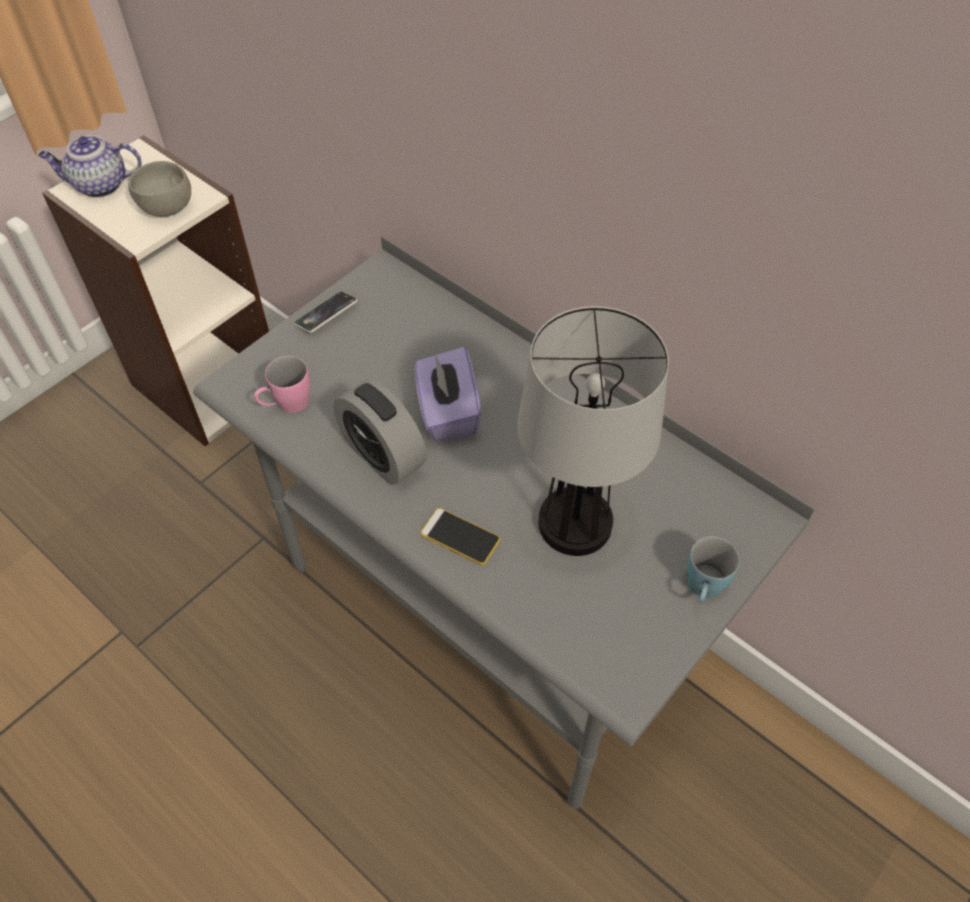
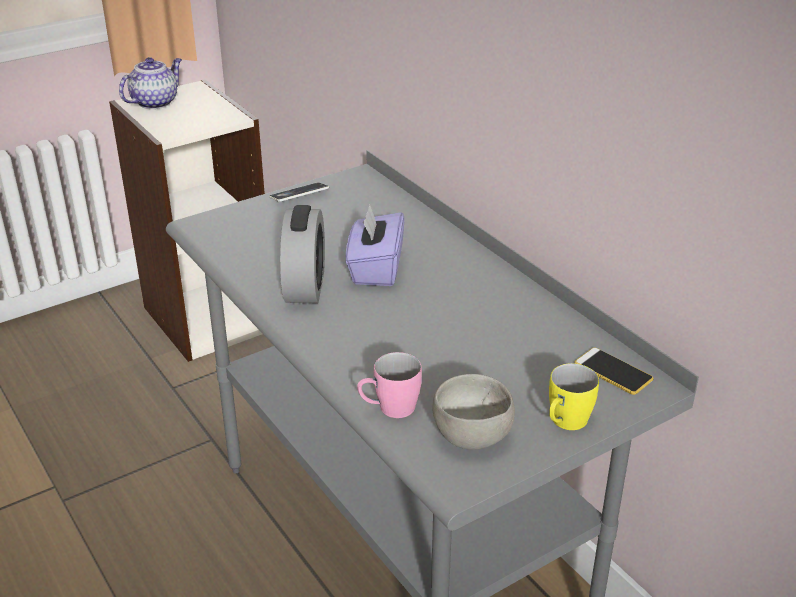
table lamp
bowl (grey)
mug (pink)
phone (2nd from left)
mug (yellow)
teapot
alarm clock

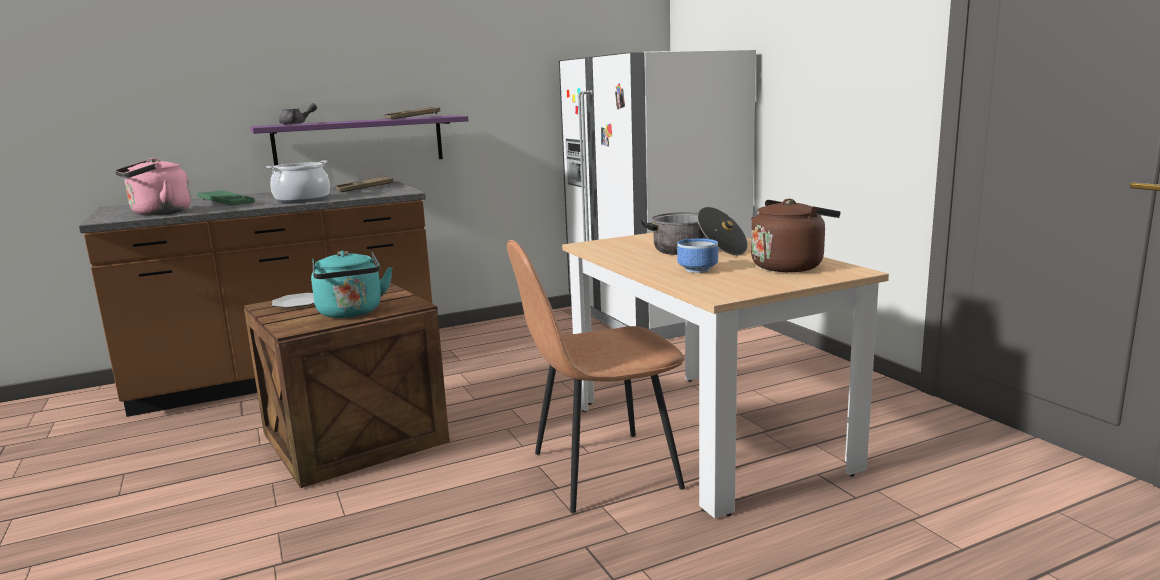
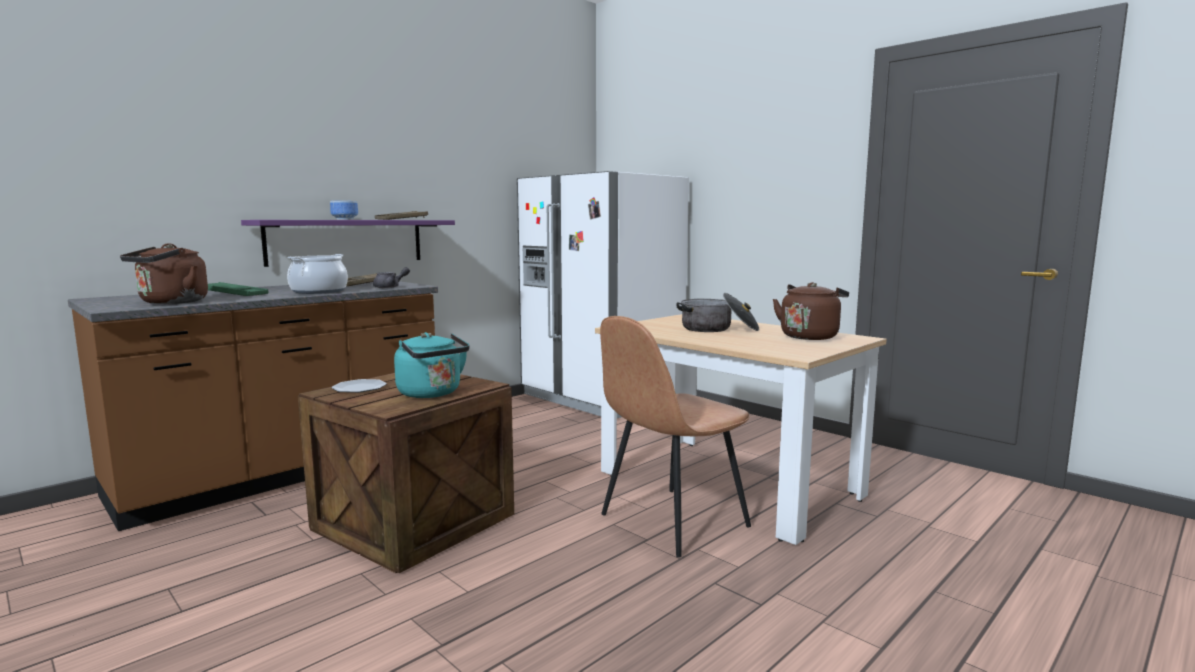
teapot (grey)
bowl
kettle (brown) (1st from left)

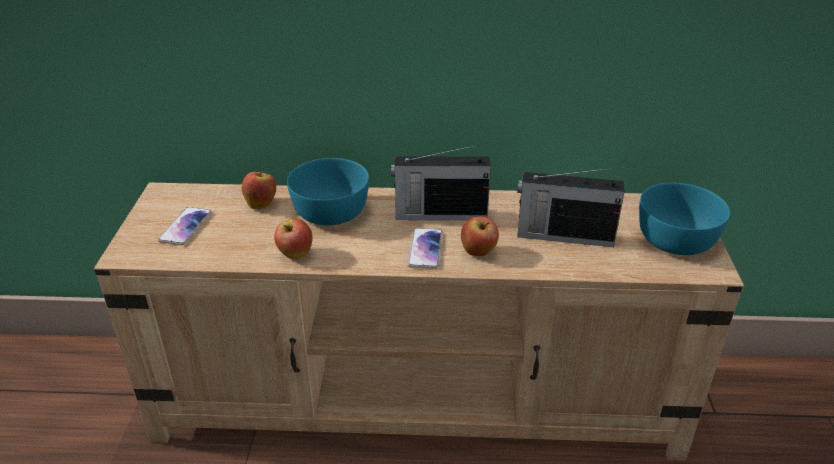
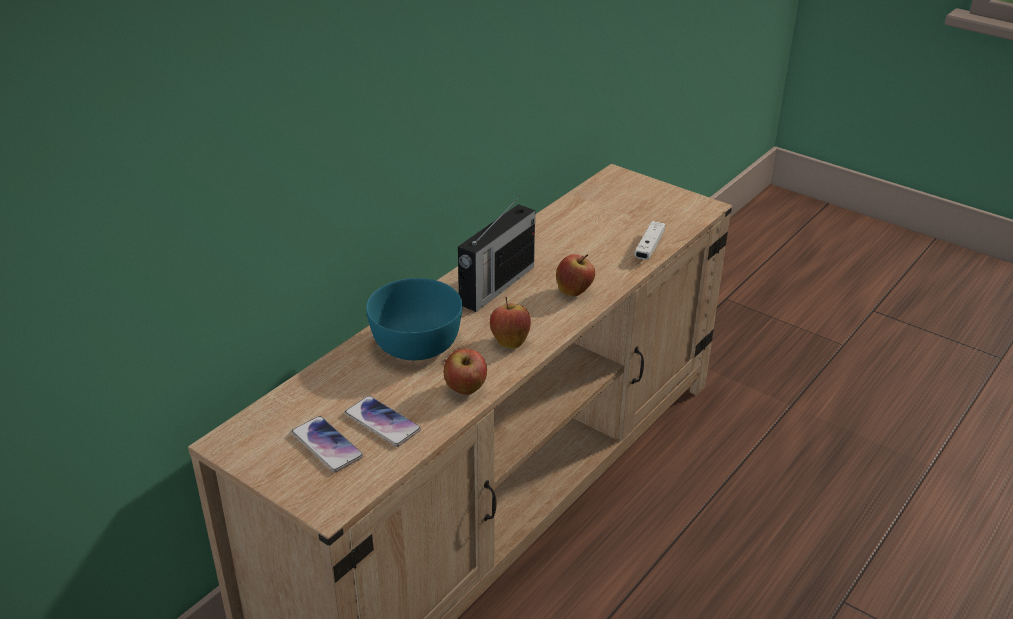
radio (2nd from left in the first image)
bowl (turquoise) (2nd from left in the first image)
game controller (white)
apple (2nd from left)
phone (2nd from left)

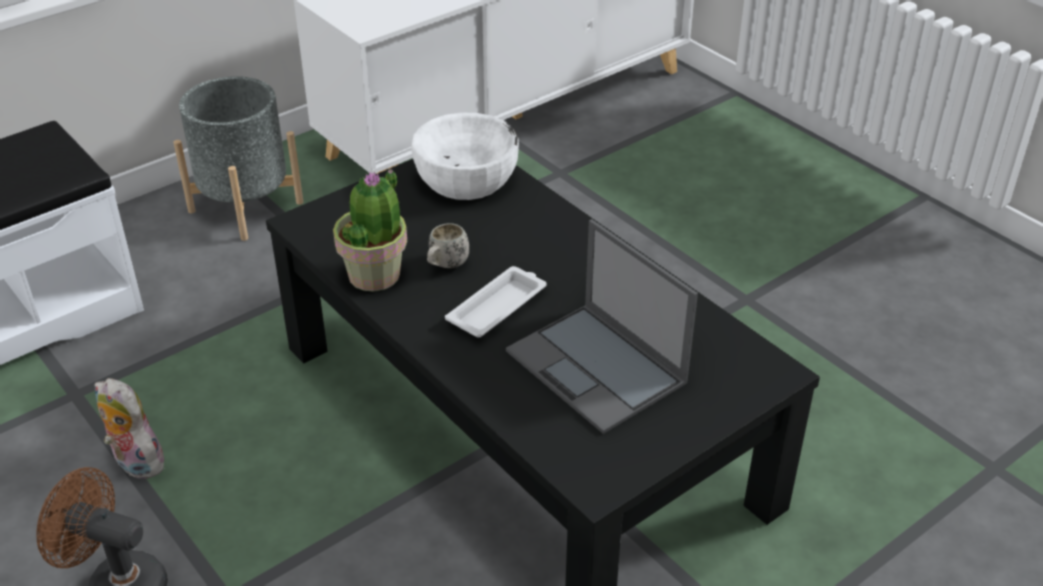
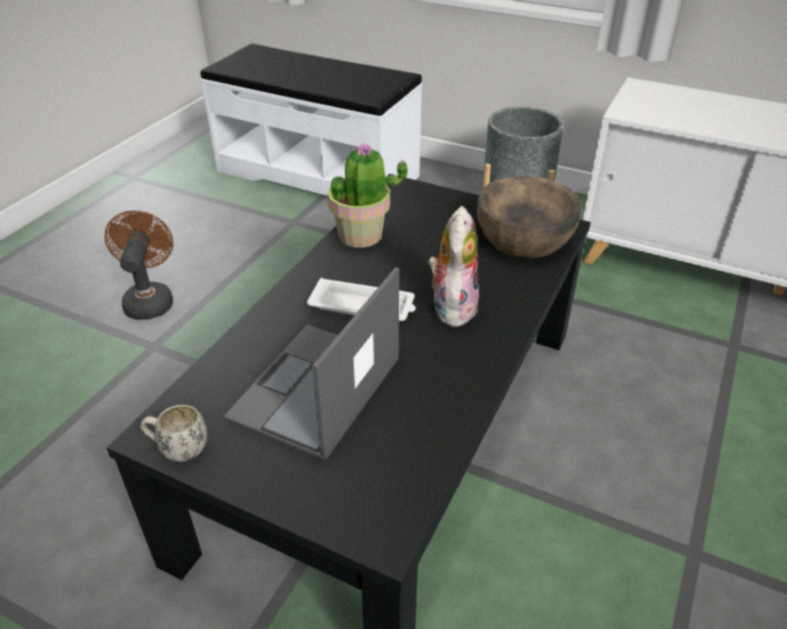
plush toy
mug (white)
bowl (brown)

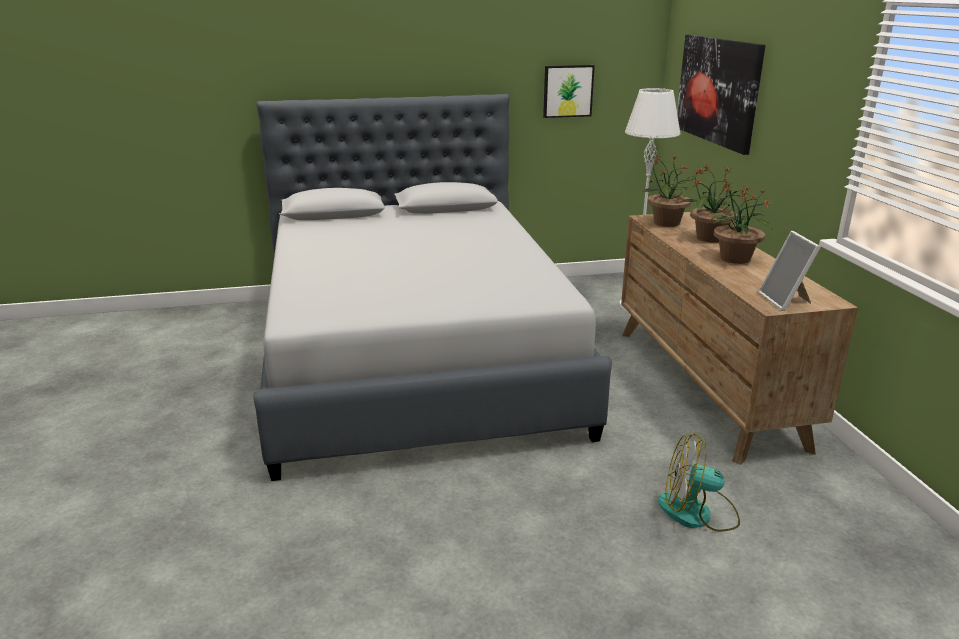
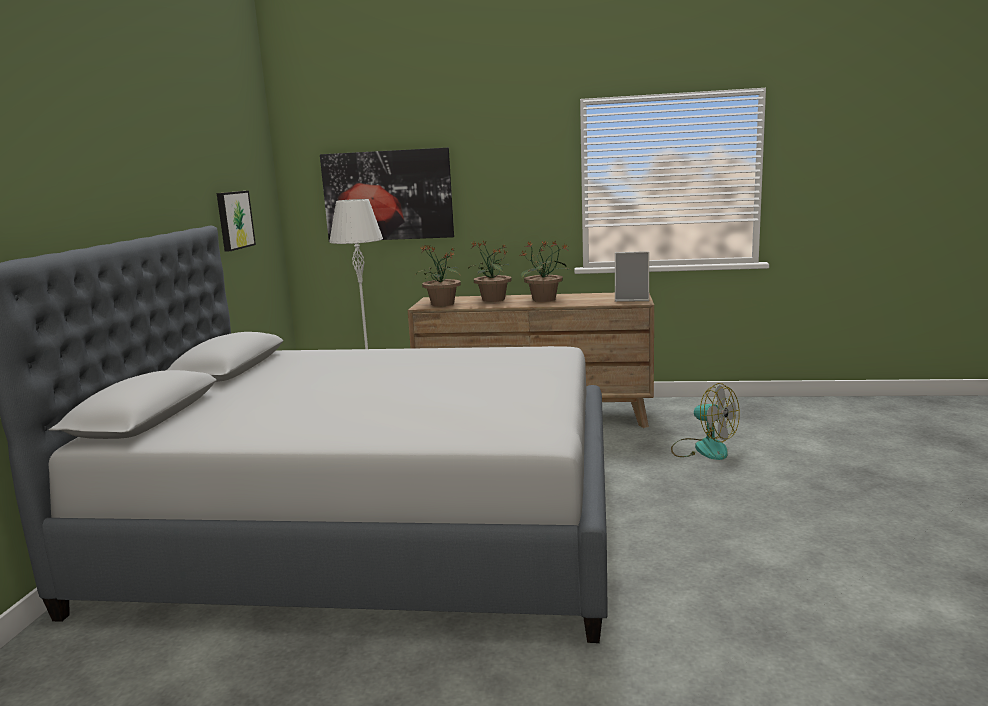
fan

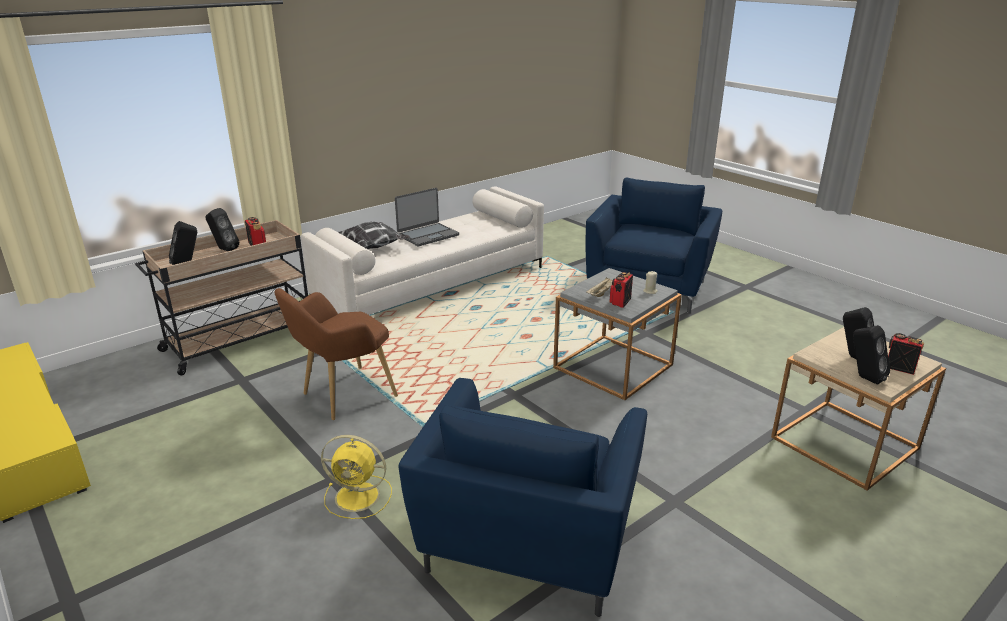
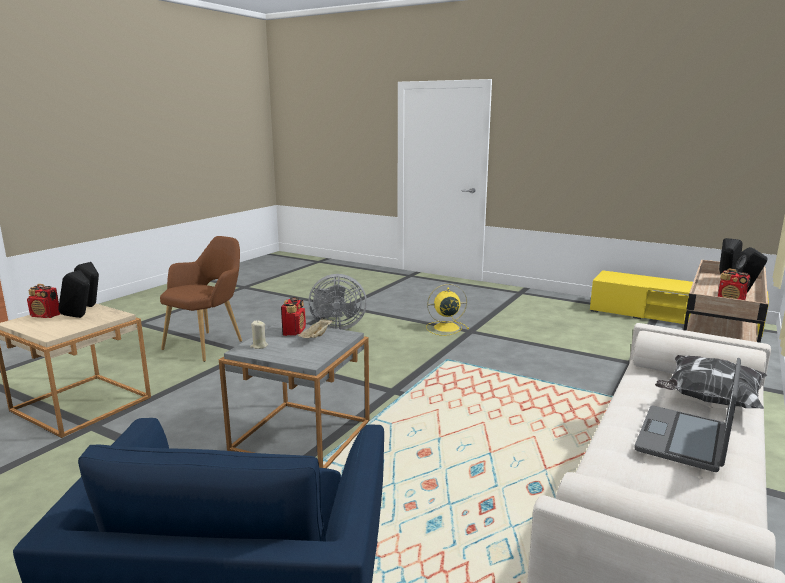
armchair (brown)
fan (grey)

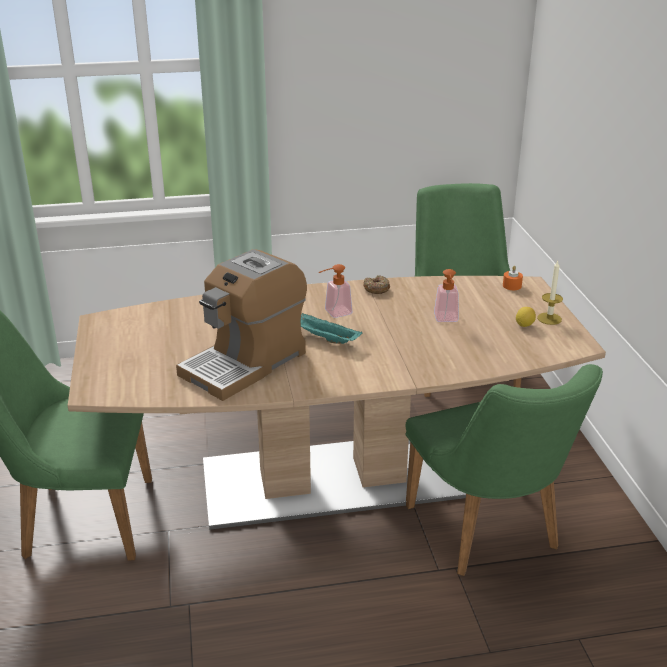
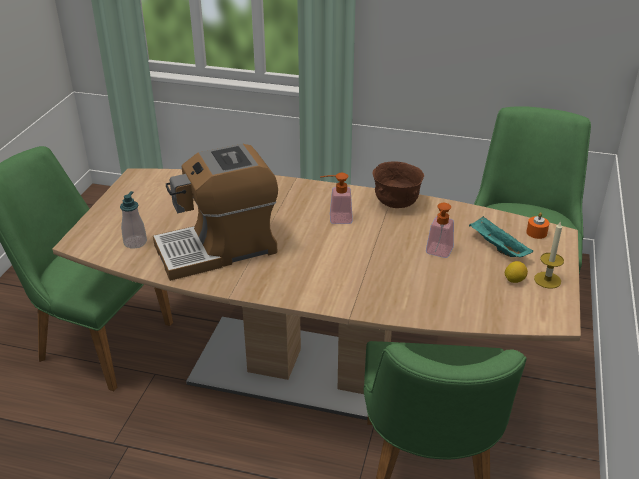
soap dispenser (1st from left)
tray (turquoise)
bowl (brown)

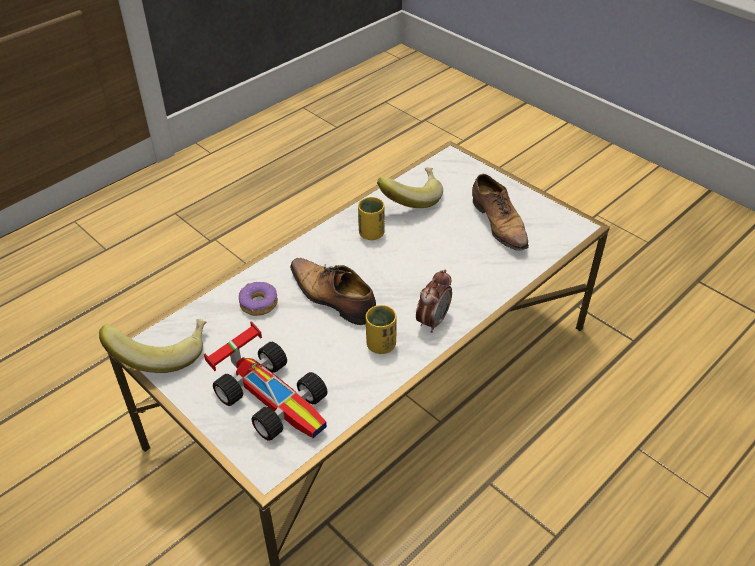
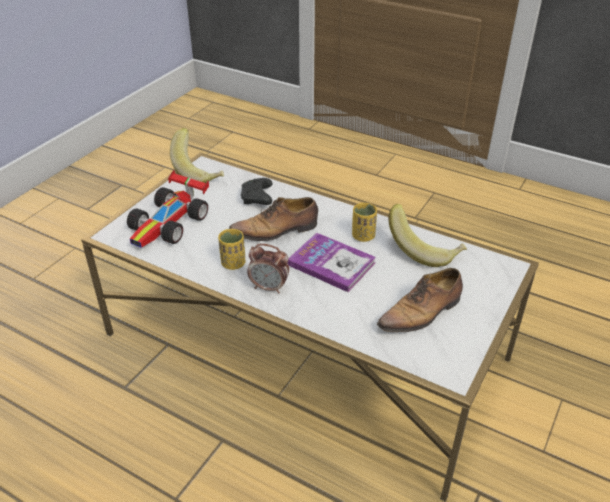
book
game controller (black)
shoe (1st from left)

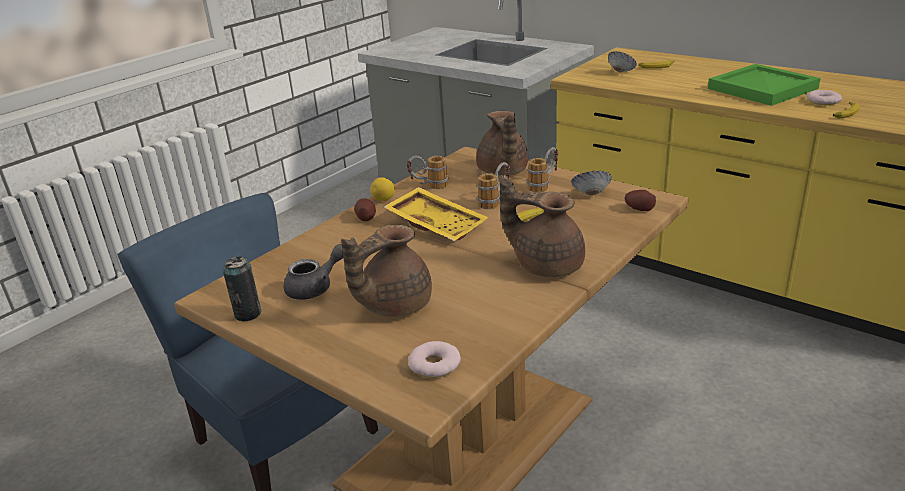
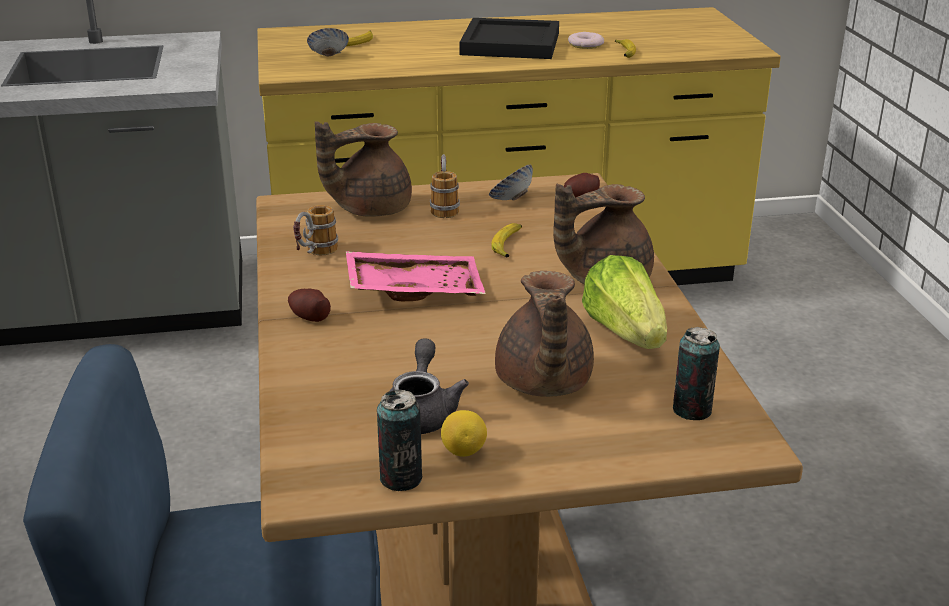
mug (2nd from left in the first image)
lettuce
lemon
can (2nd from left)
tray (pink)
tray (black)
teapot (brown) (1st from left)

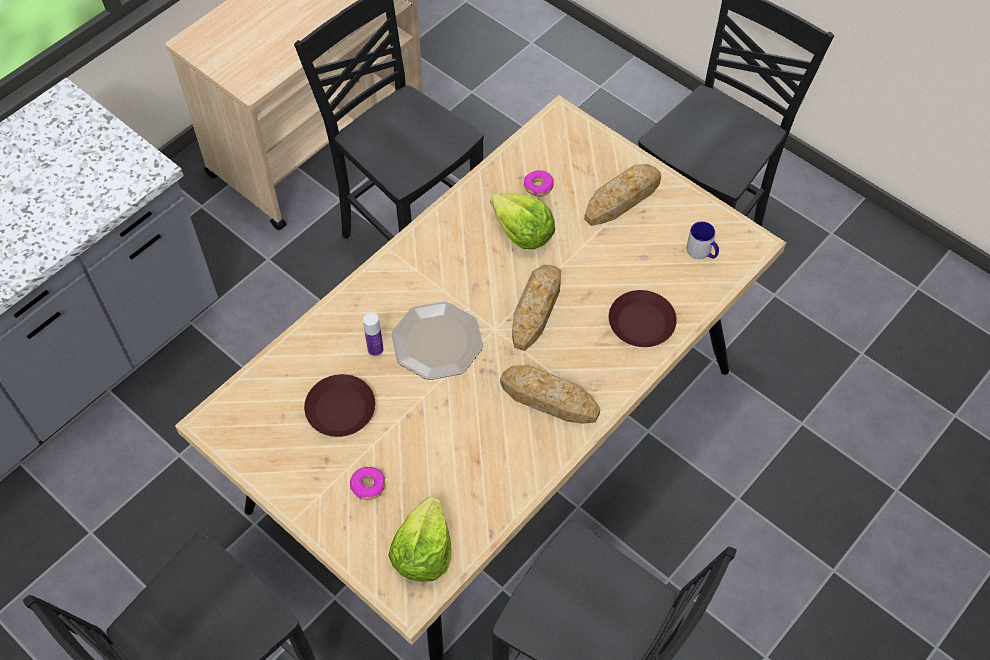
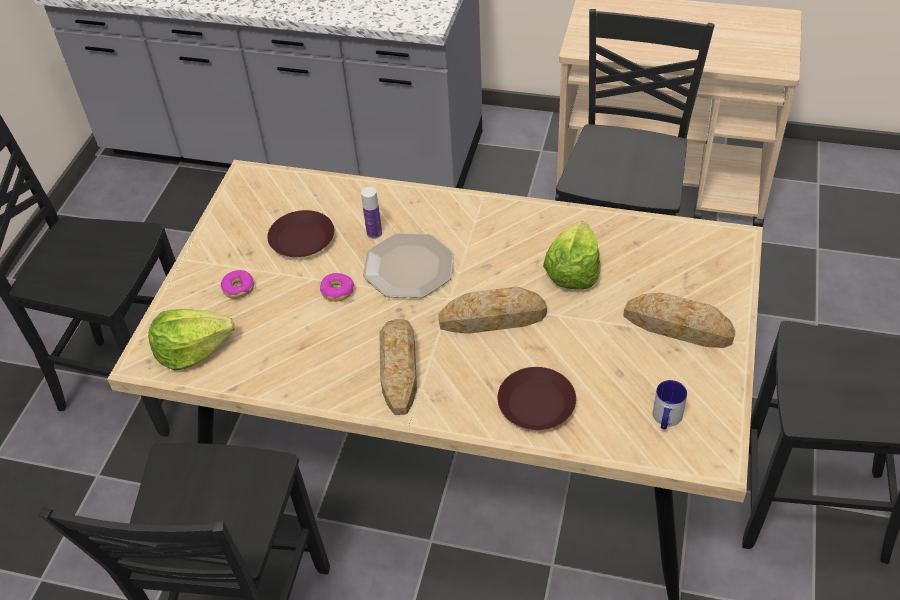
donut (2nd from left)

